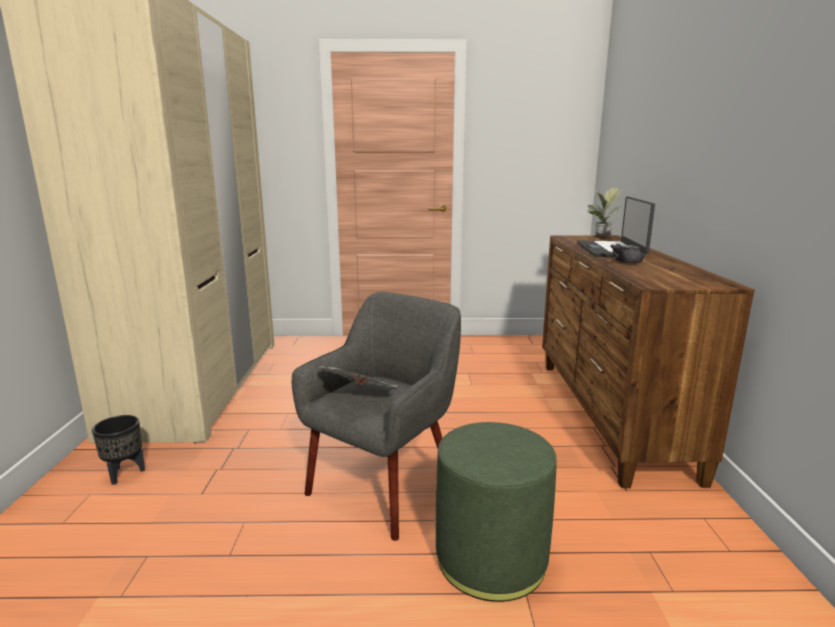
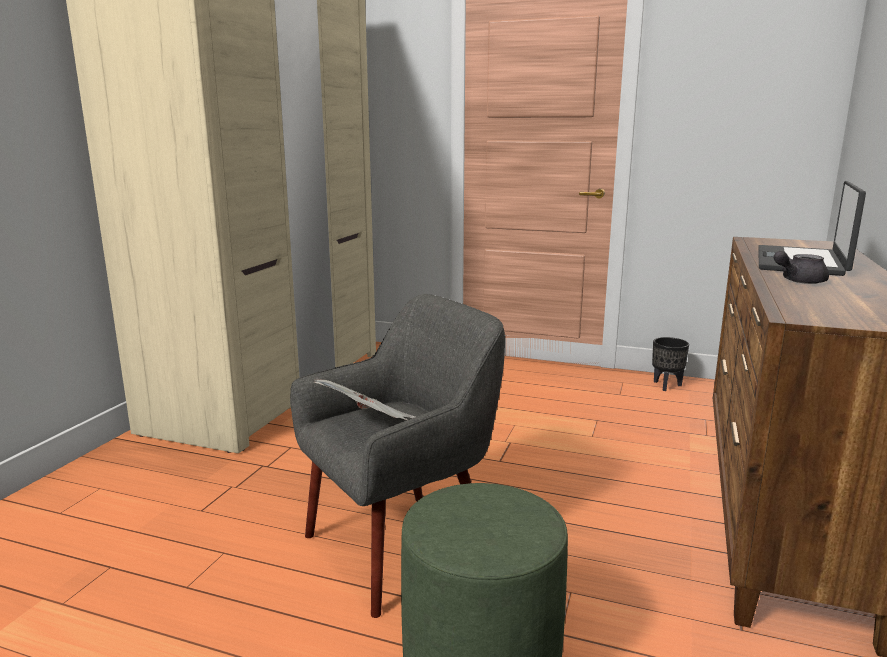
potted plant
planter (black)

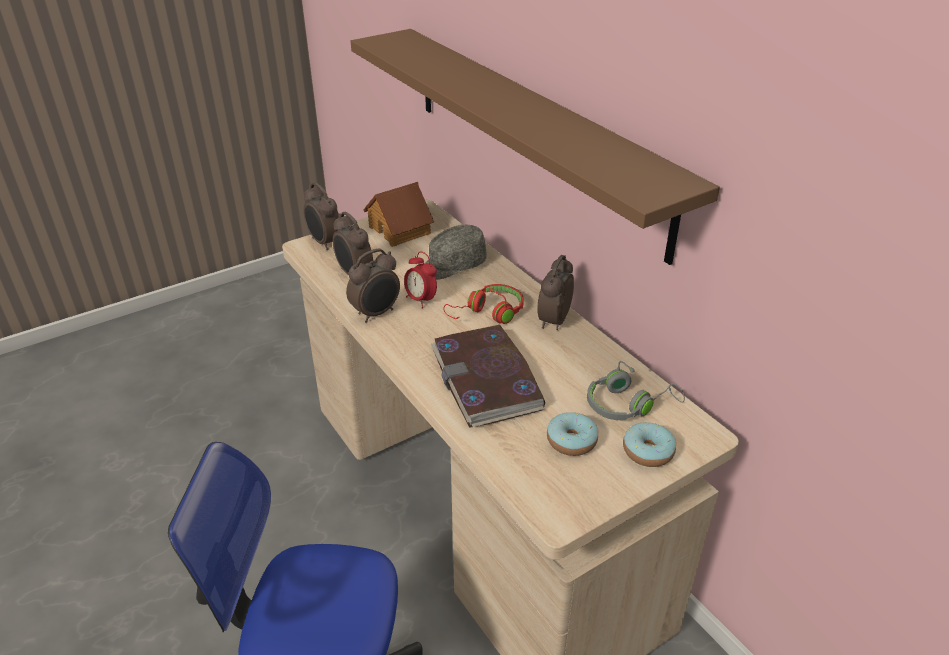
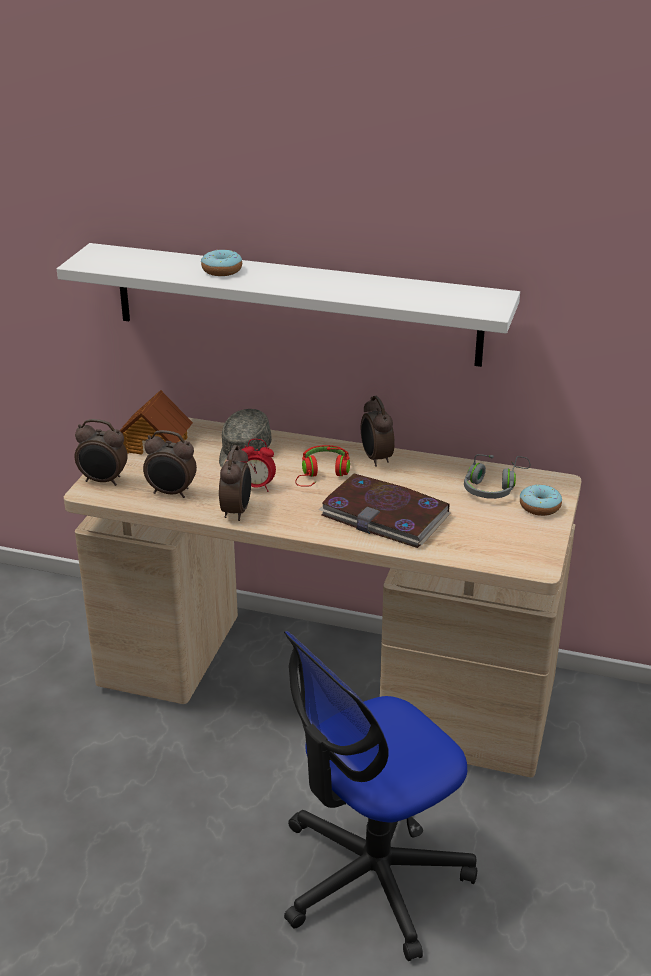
donut (1st from left)
shelf (white)

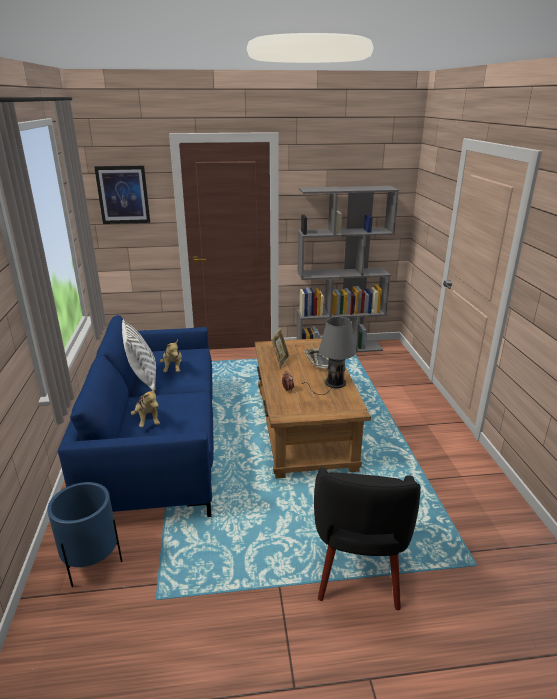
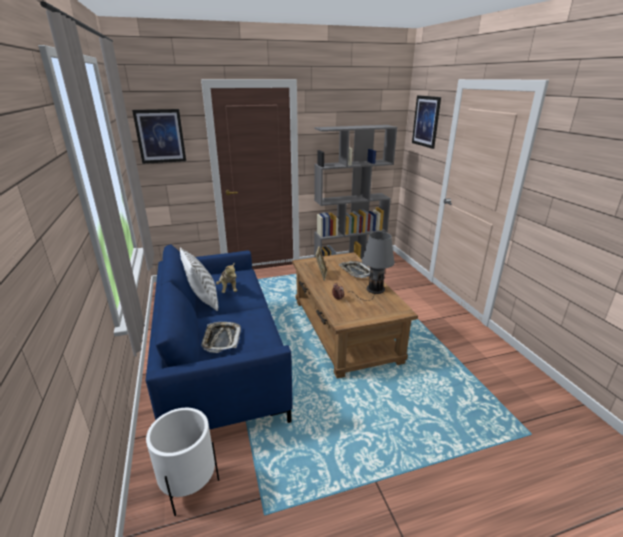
armchair (black)
picture (2nd from left)
tray (1st from left)
planter (white)

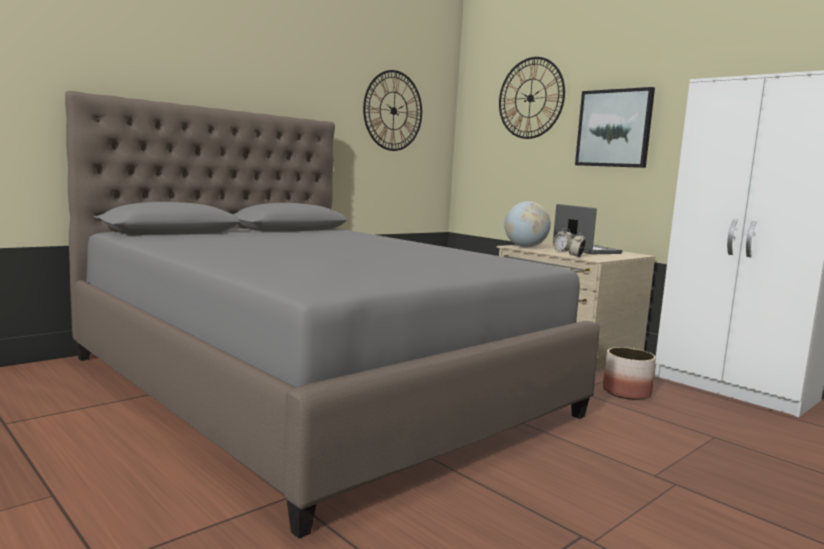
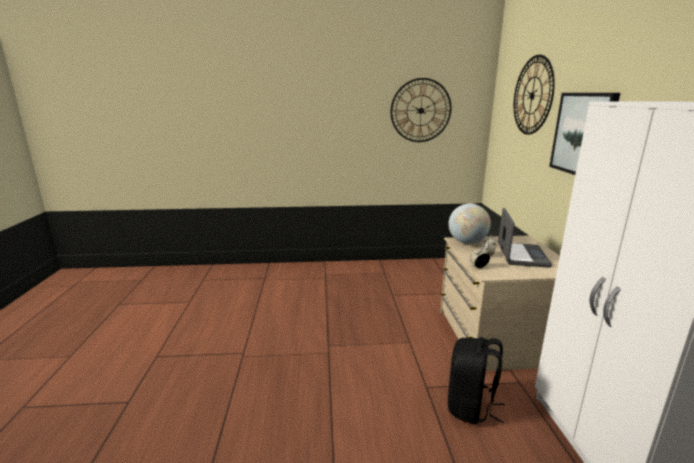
bed (grey)
backpack (black)

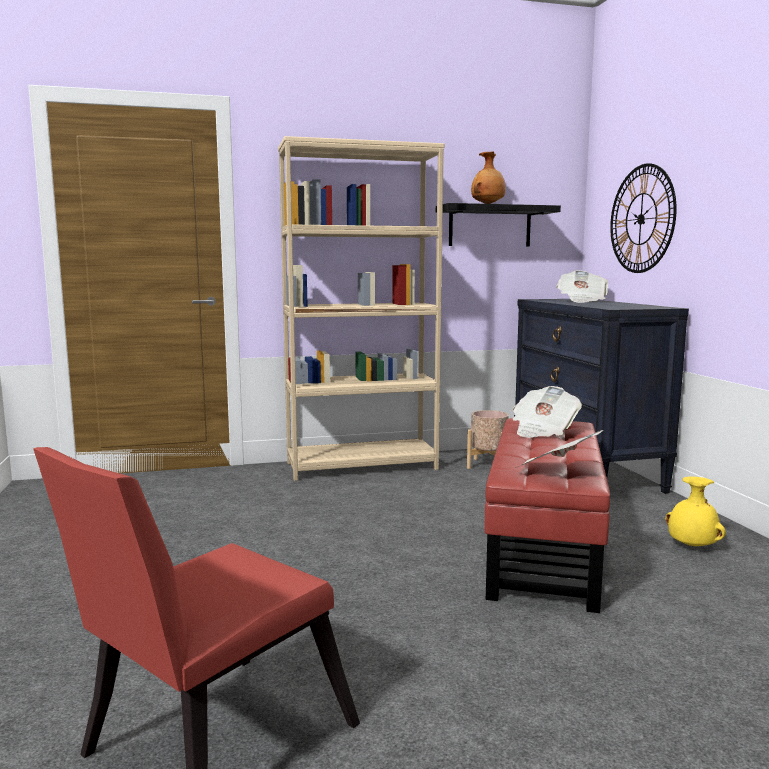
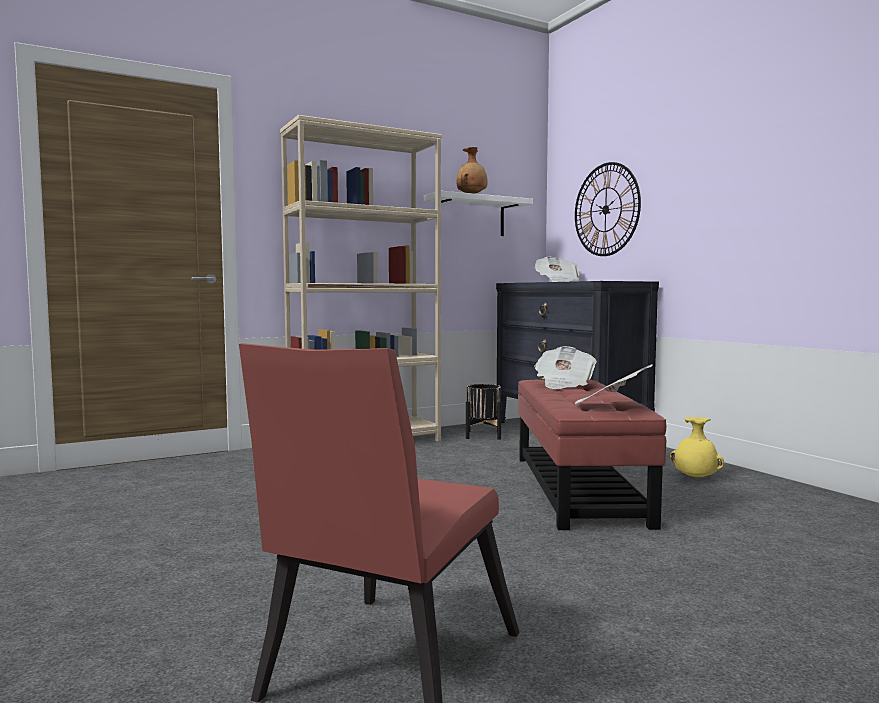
shelf (white)
planter (black)

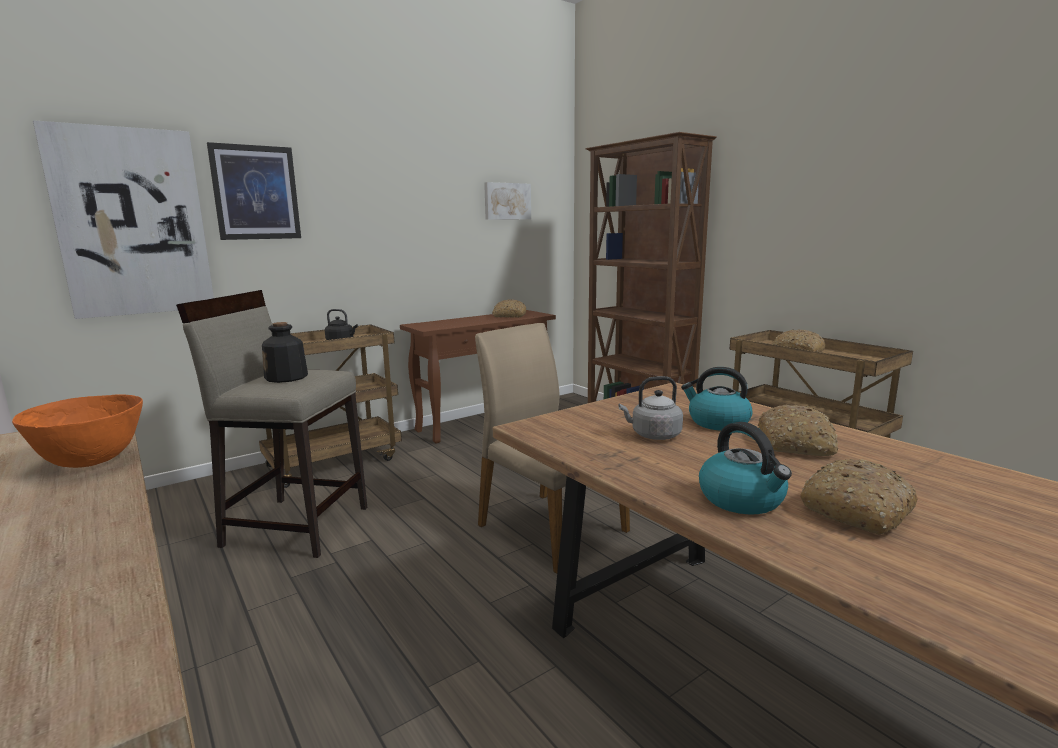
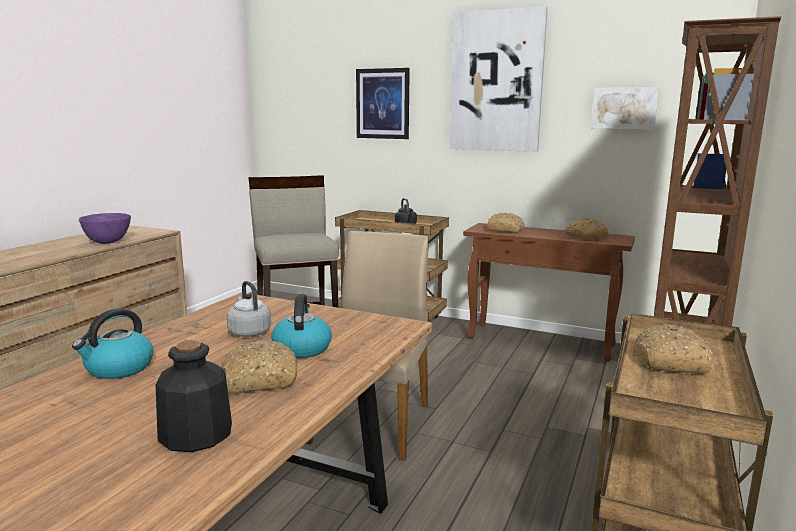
picture (2nd from left)
bottle
bread (2nd from left)
bowl (purple)

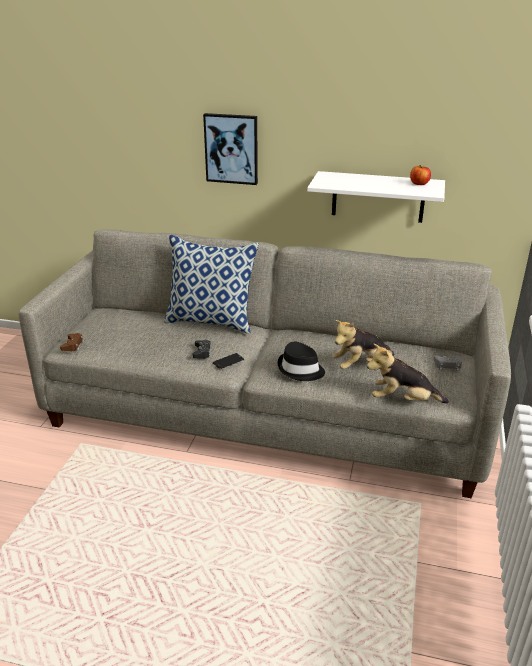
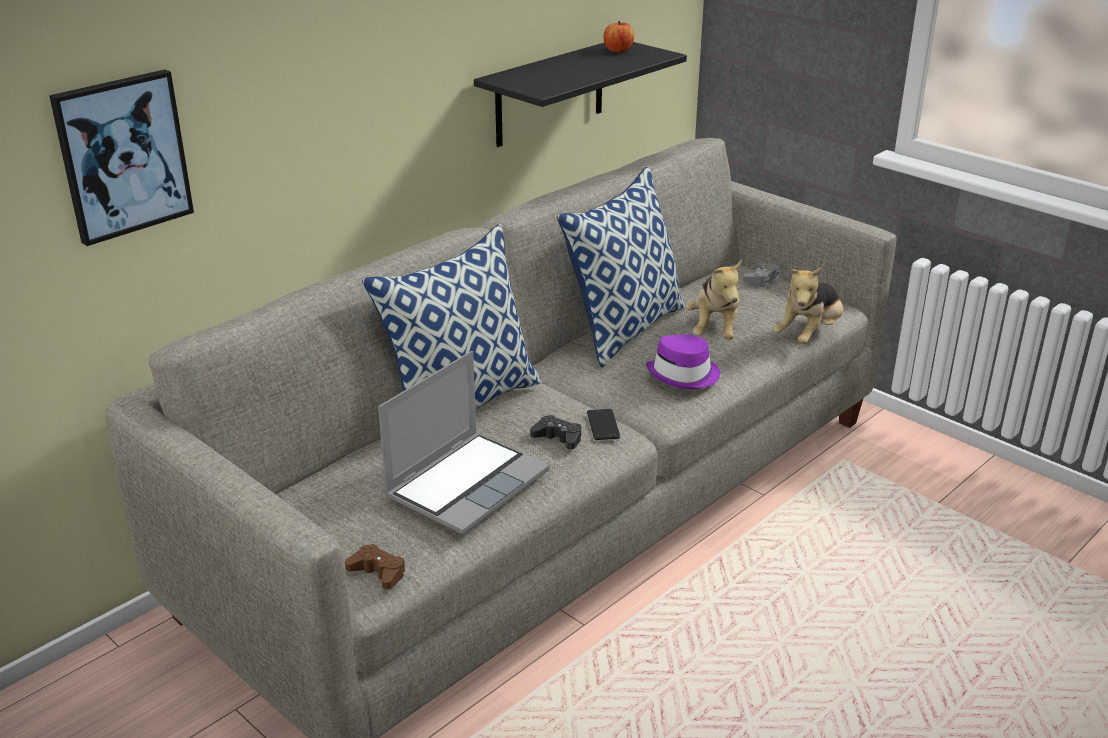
laptop
pillow (2nd from left)
picture
hat (purple)
shelf (black)

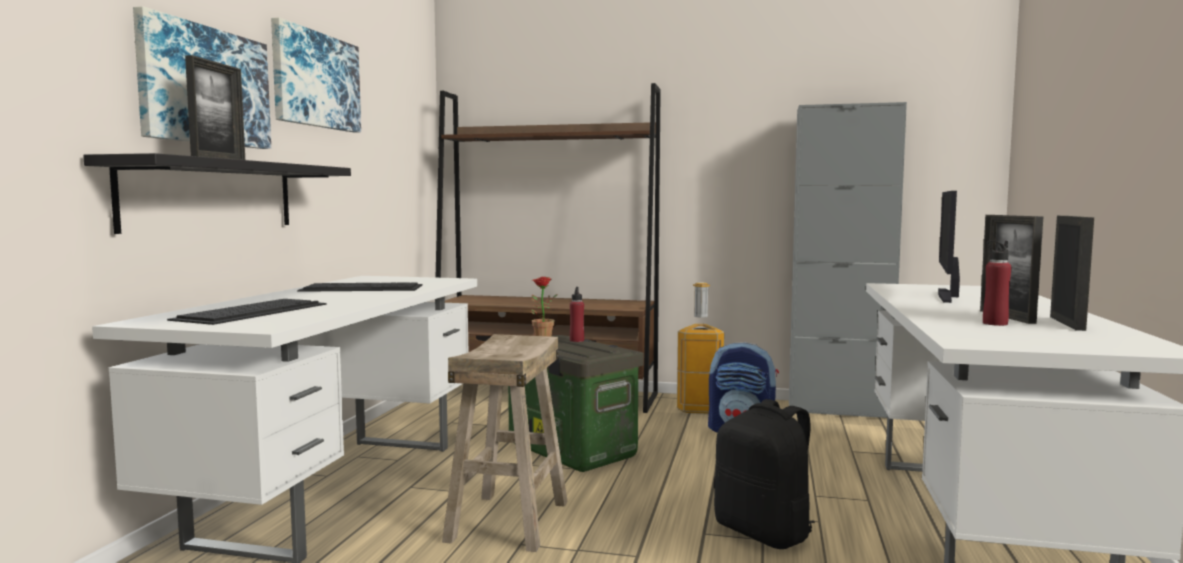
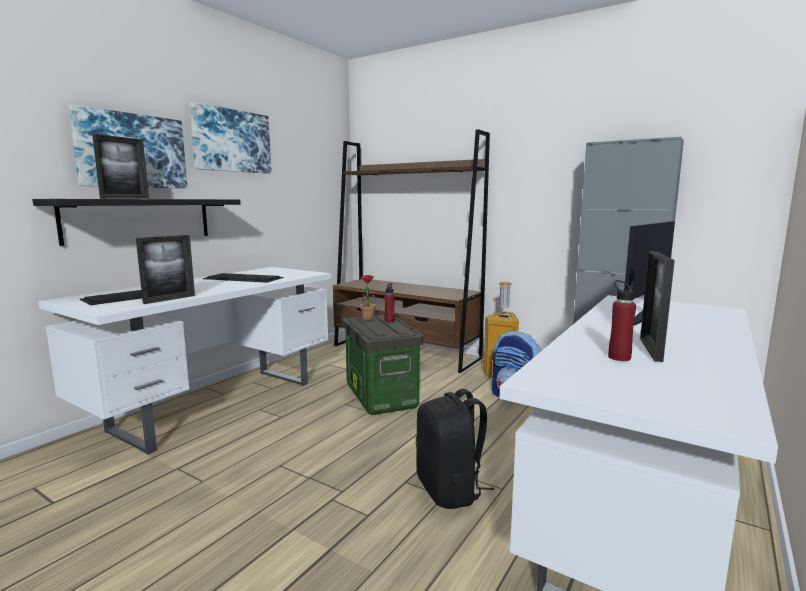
stool (beige)
picture frame (2nd from left)

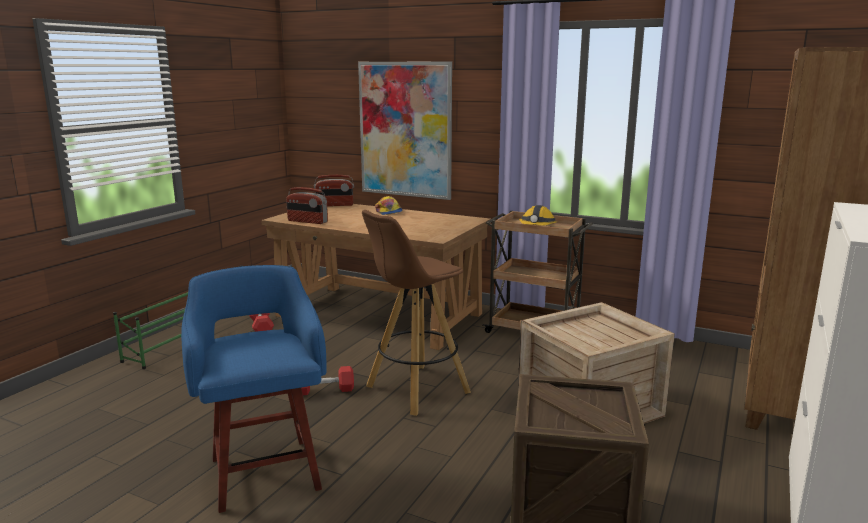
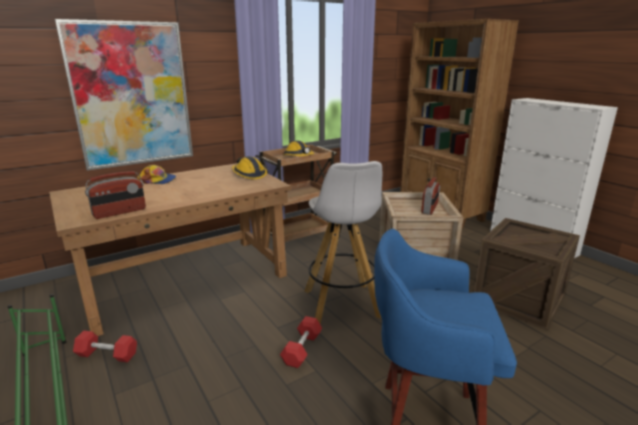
hard hat (1st from left)
radio (2nd from left)
stool (white)

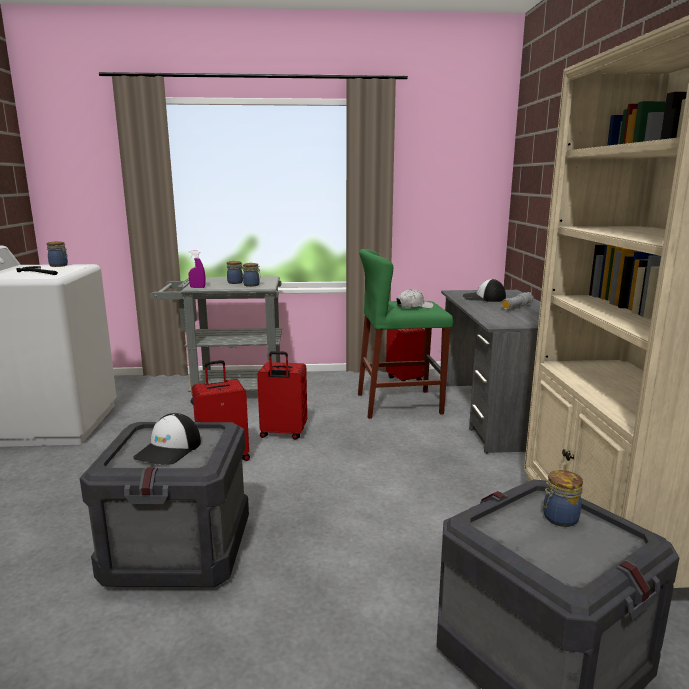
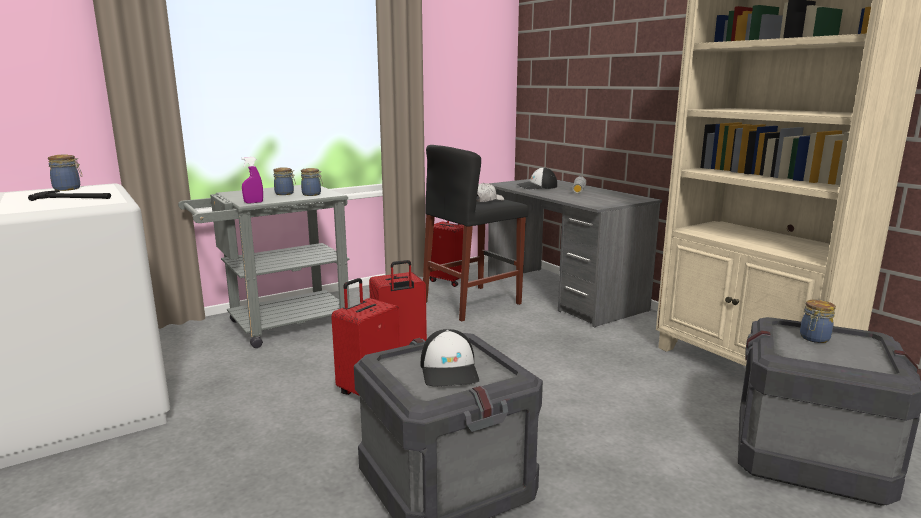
stool (black)

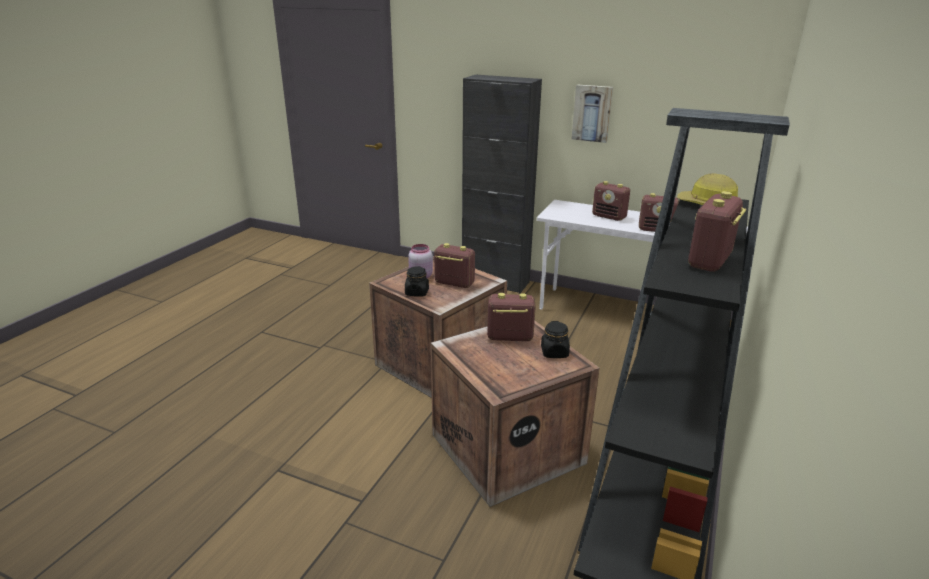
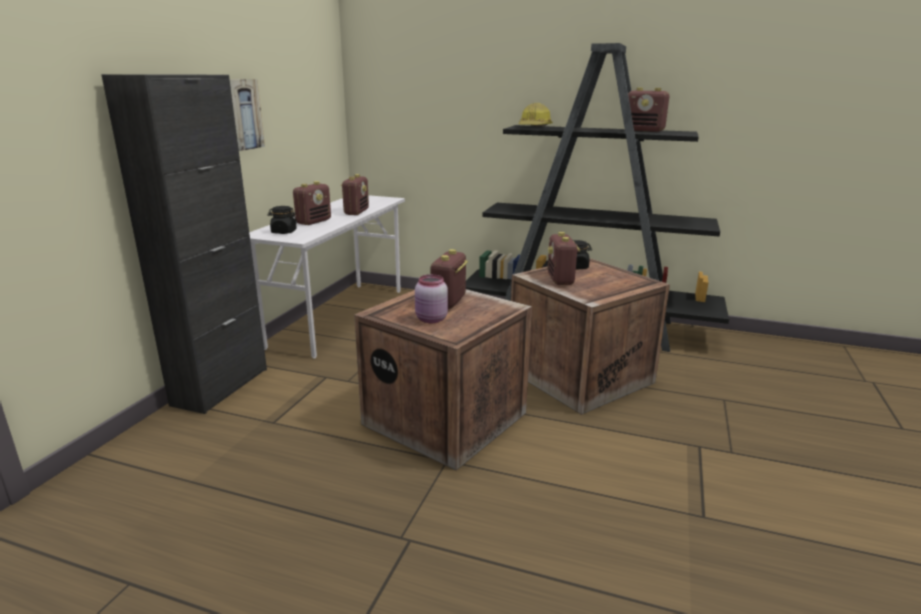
jar (black) (1st from left)

